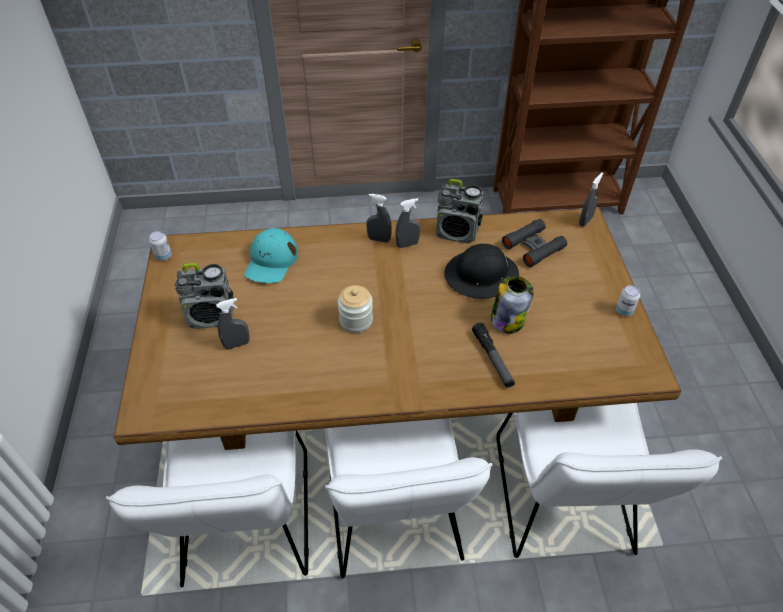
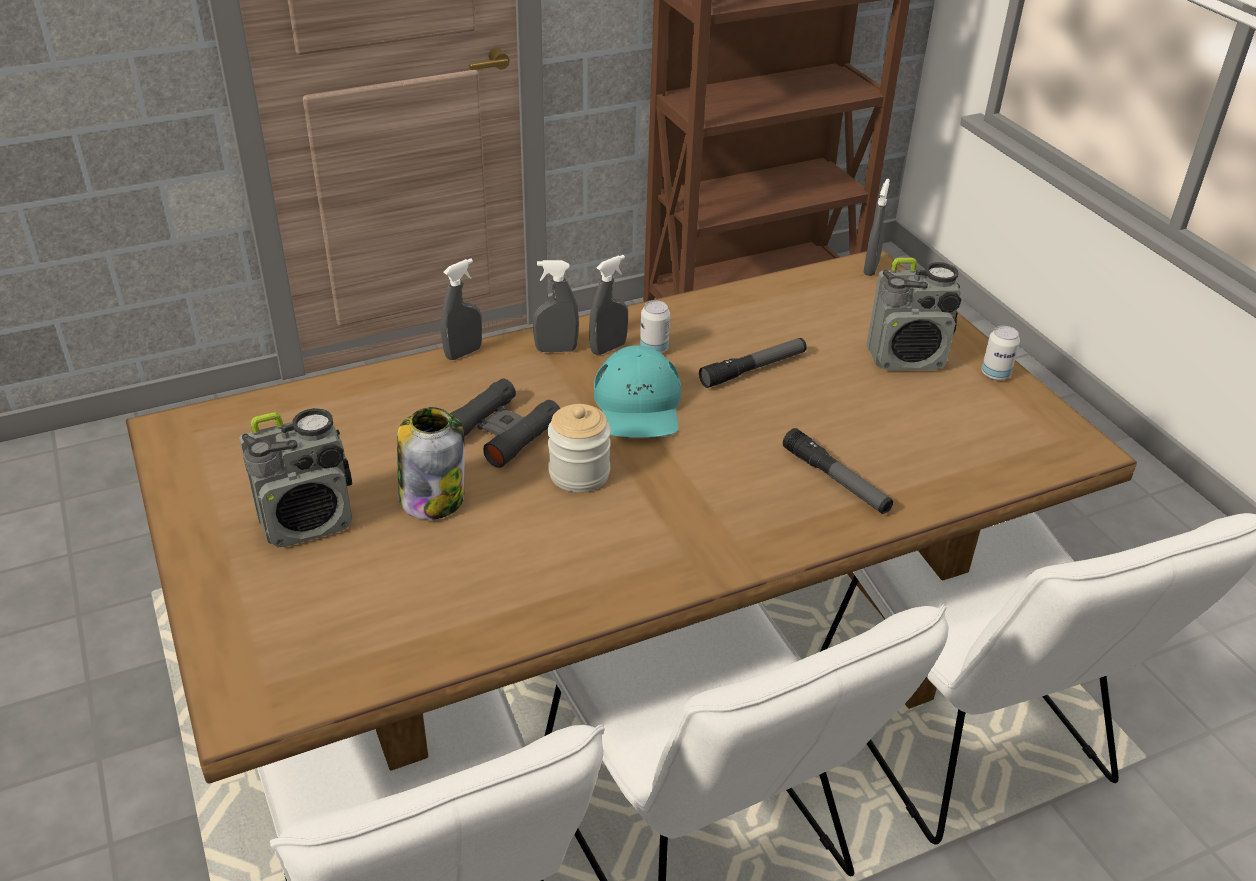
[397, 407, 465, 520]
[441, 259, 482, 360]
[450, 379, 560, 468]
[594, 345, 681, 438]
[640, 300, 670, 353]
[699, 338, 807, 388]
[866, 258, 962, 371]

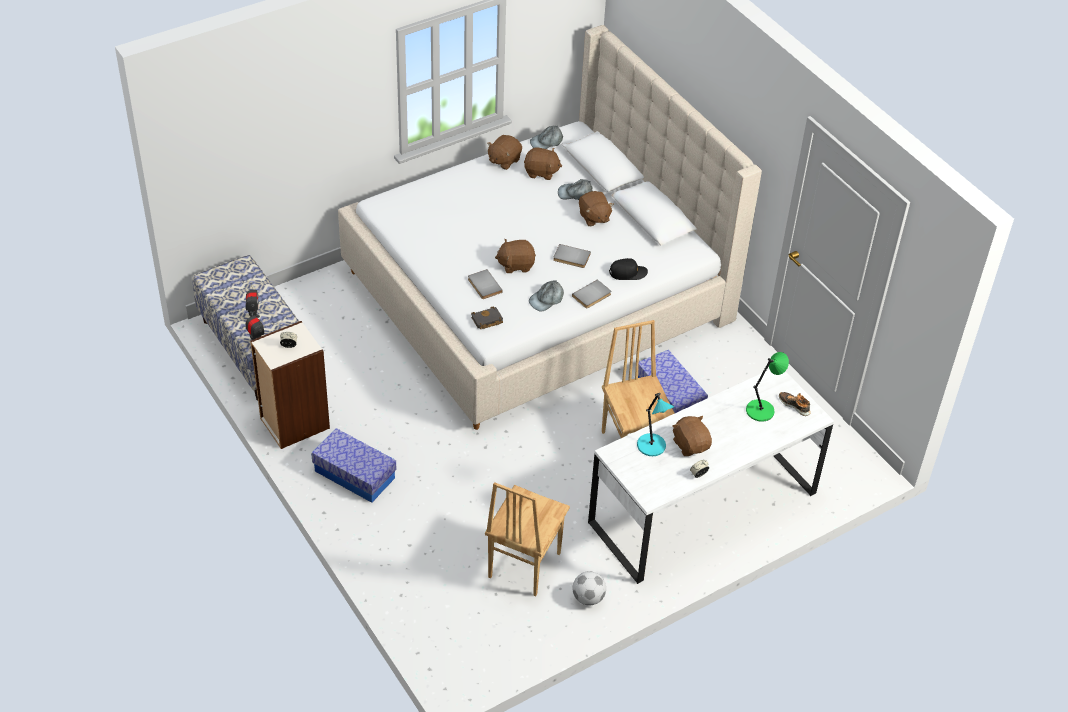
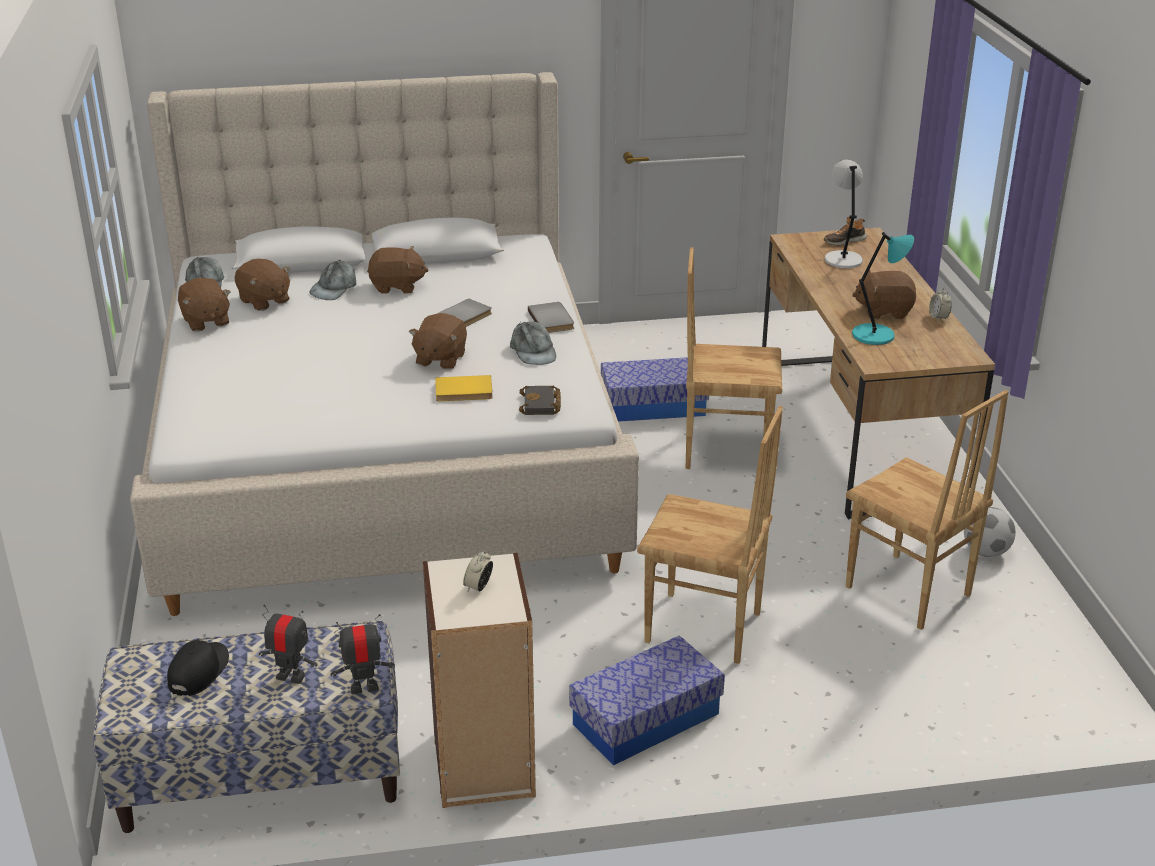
[167, 640, 229, 696]
[235, 259, 290, 311]
[435, 375, 493, 401]
[637, 406, 783, 664]
[762, 228, 995, 520]
[825, 160, 863, 268]

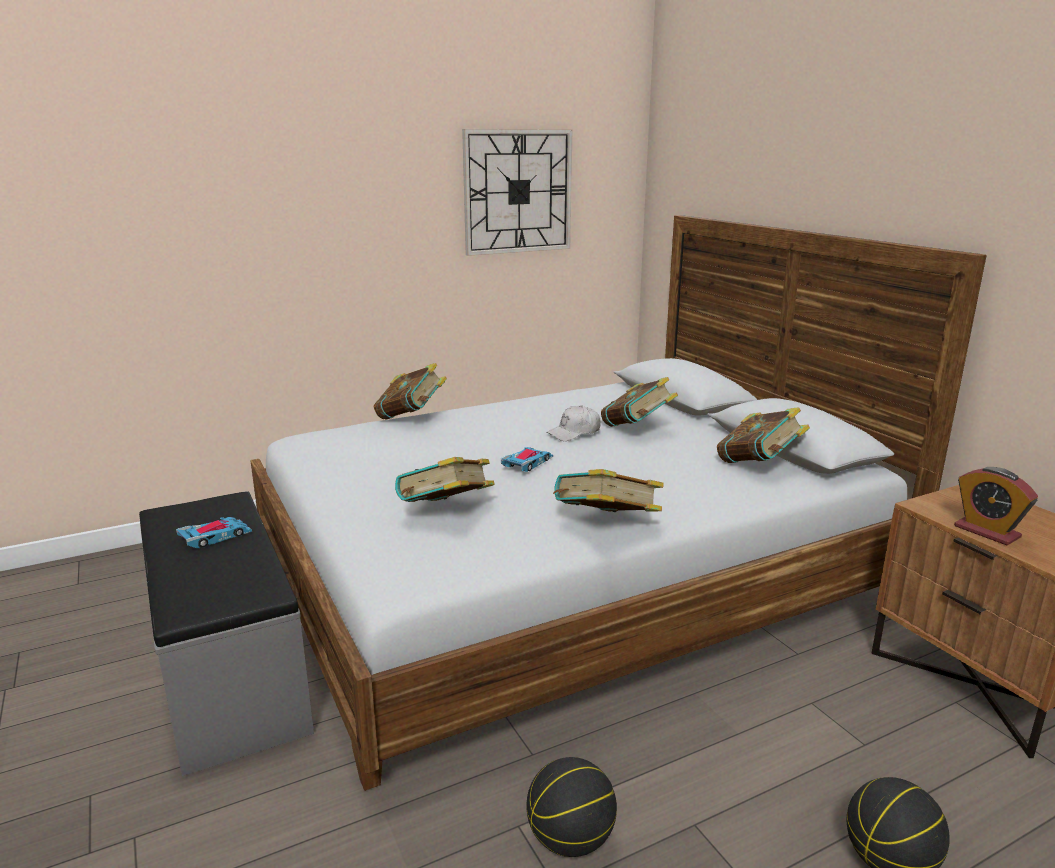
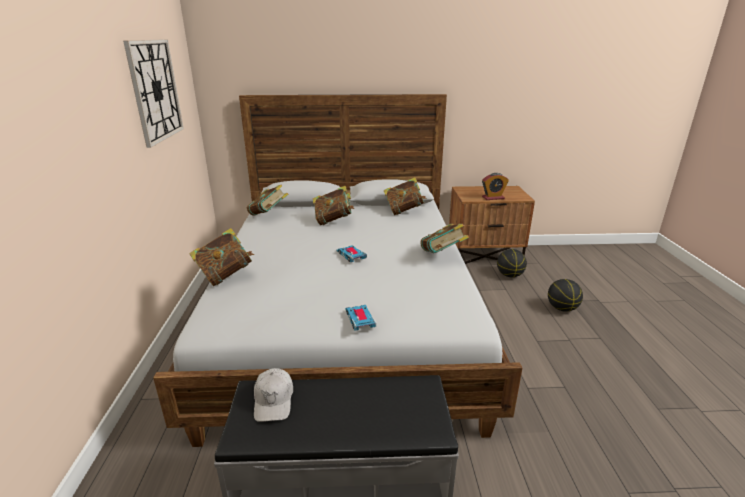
[247, 185, 288, 216]
[254, 368, 293, 422]
[345, 305, 376, 330]
[497, 249, 527, 277]

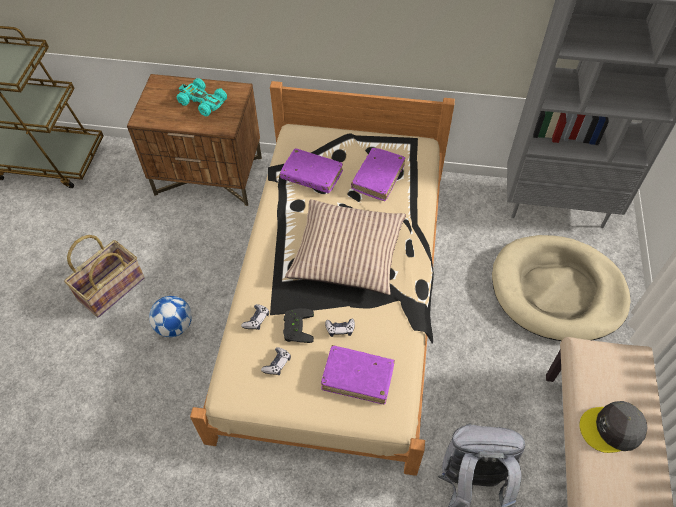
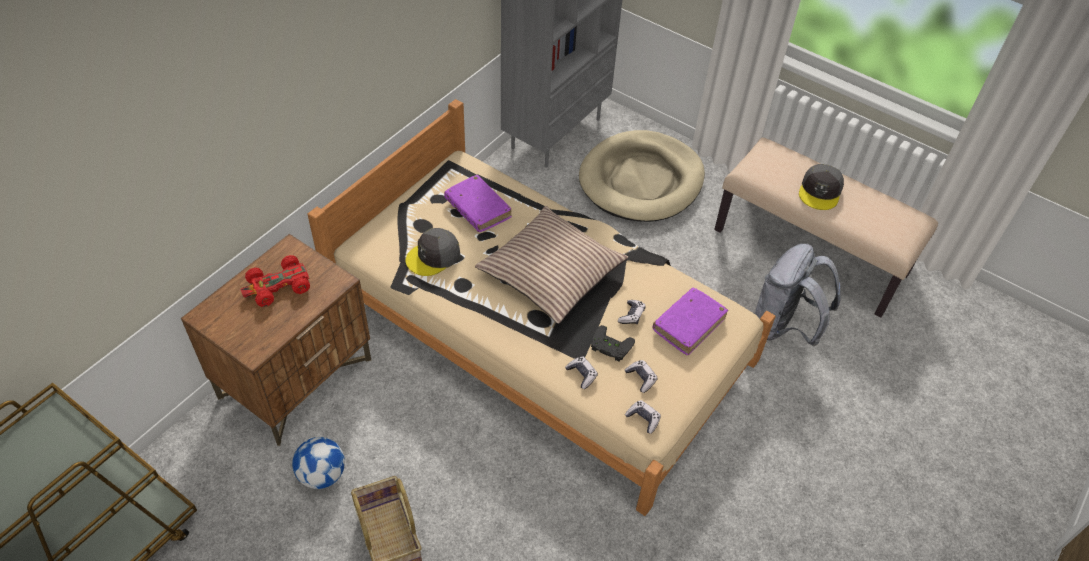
[241, 255, 310, 307]
[292, 437, 345, 489]
[406, 228, 460, 276]
[625, 400, 661, 434]

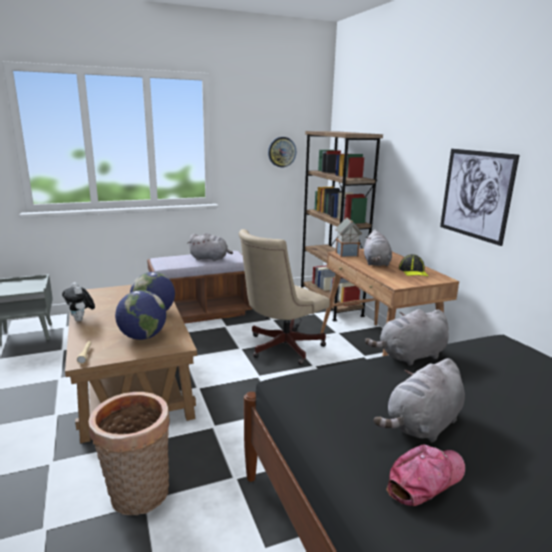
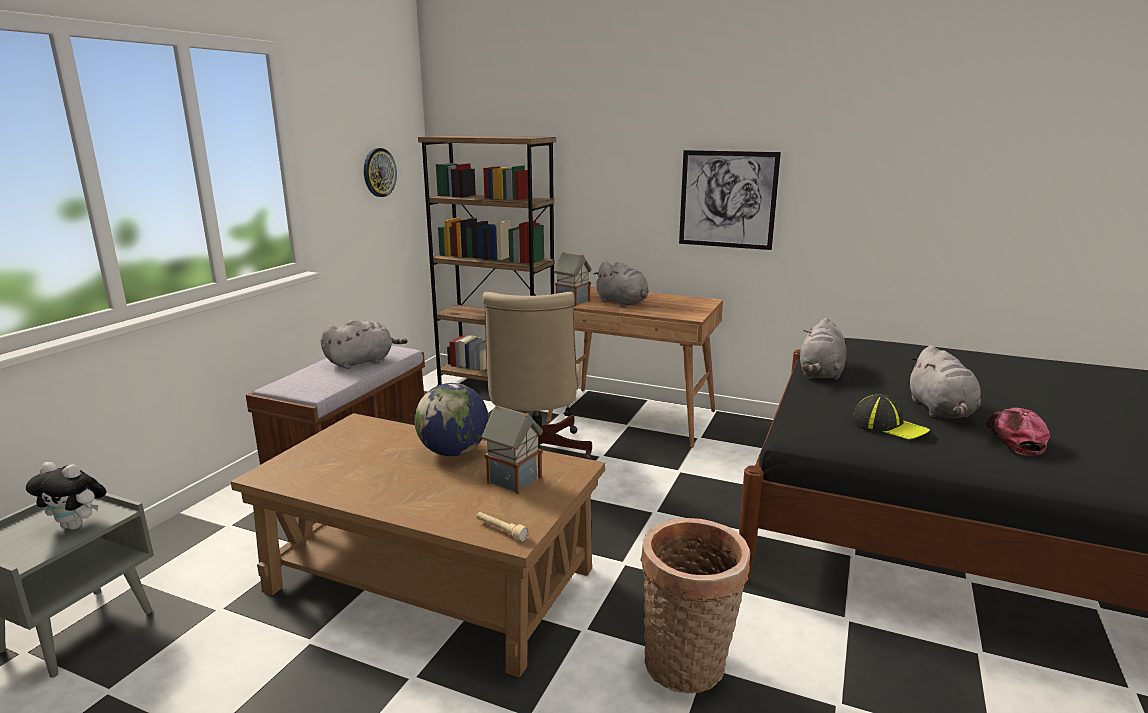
[26, 462, 106, 530]
[482, 404, 543, 494]
[852, 394, 930, 440]

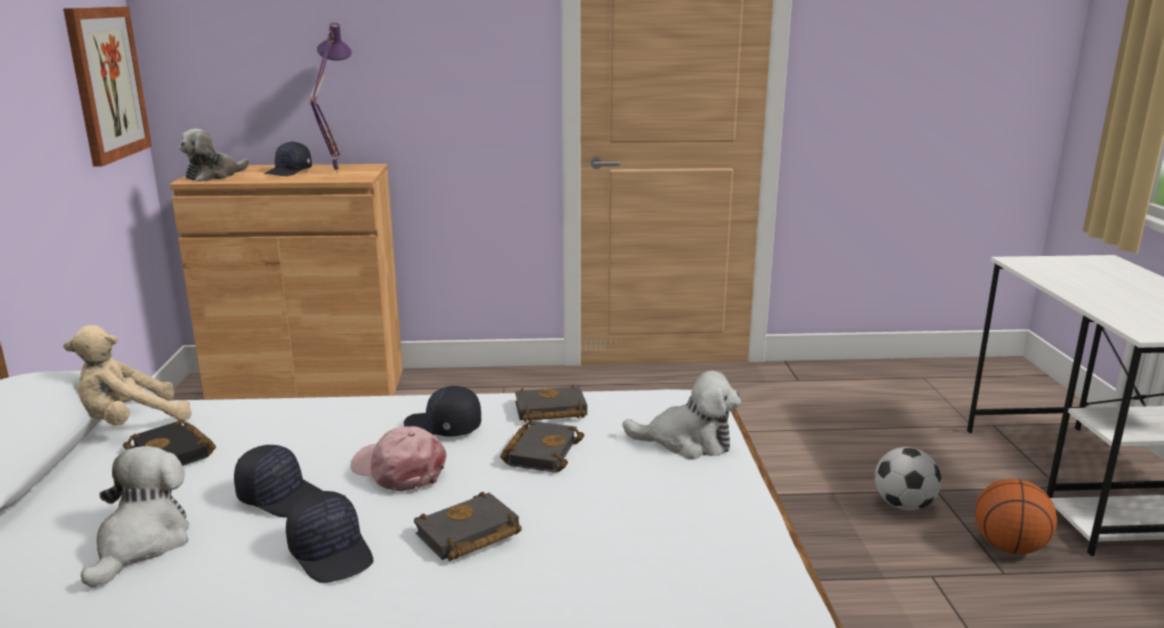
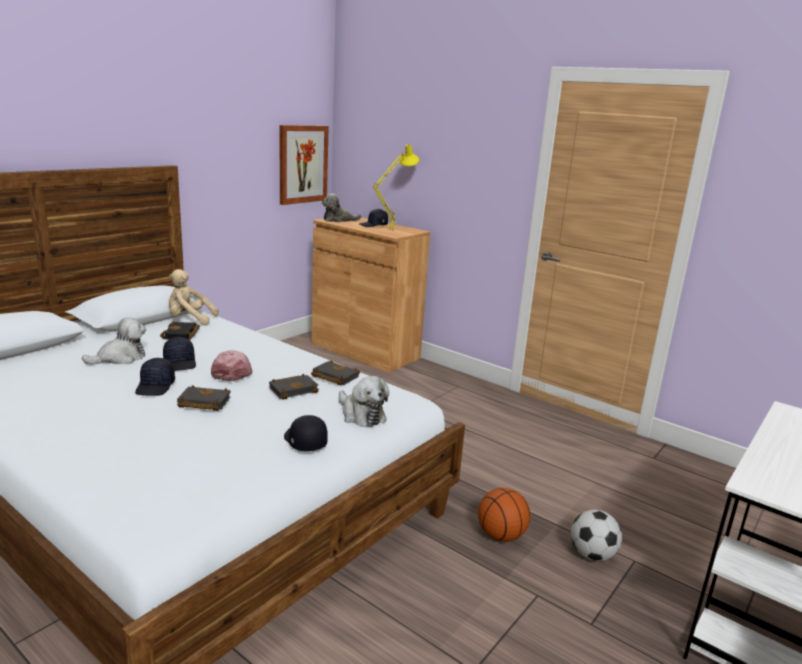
[284, 415, 328, 452]
[373, 144, 419, 231]
[478, 488, 531, 542]

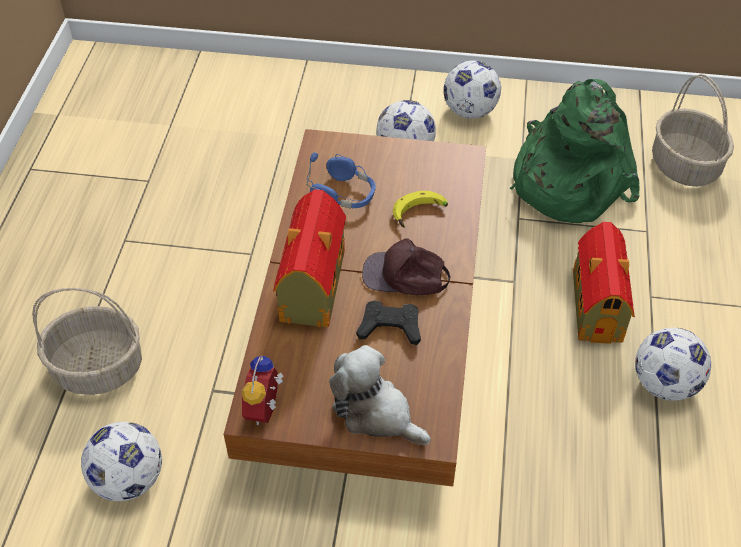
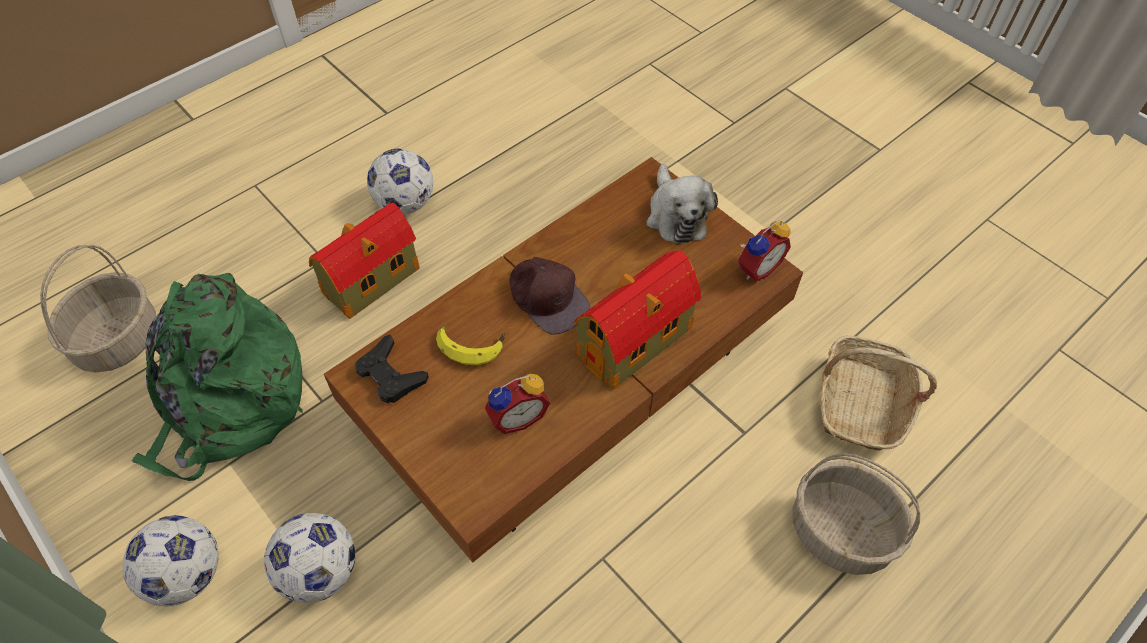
[355, 334, 429, 403]
[485, 374, 550, 434]
[820, 336, 937, 451]

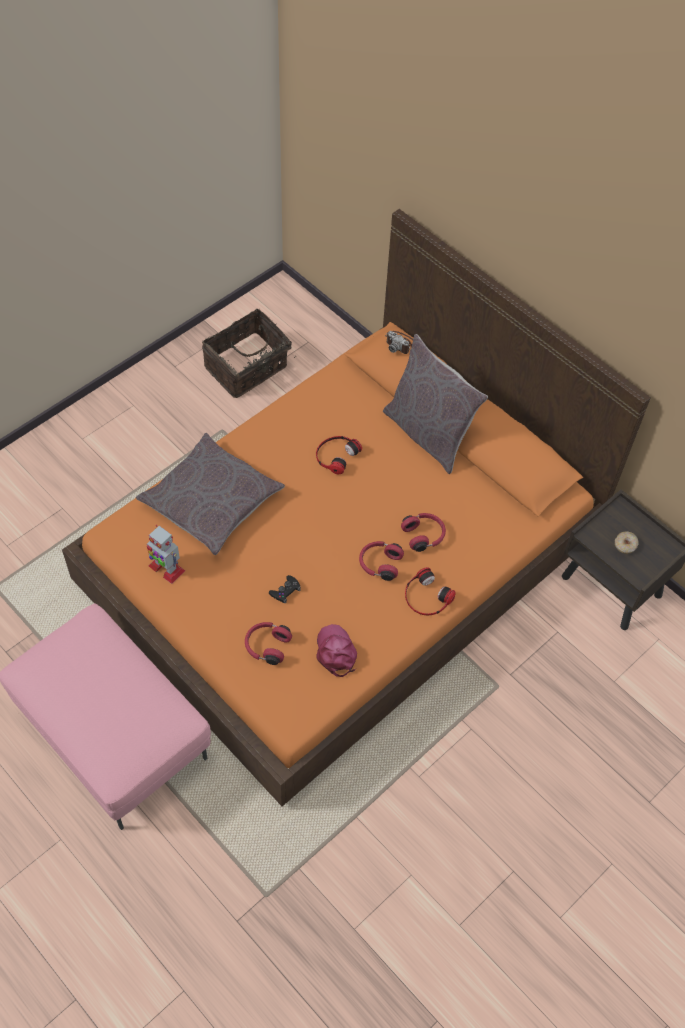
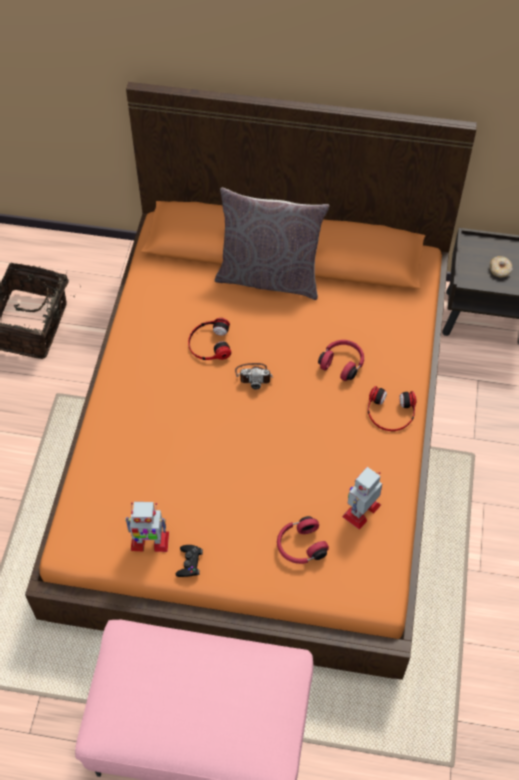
[176, 545, 203, 577]
[235, 363, 273, 389]
[342, 467, 382, 529]
[136, 433, 285, 555] (first image)
[359, 541, 404, 581] (first image)

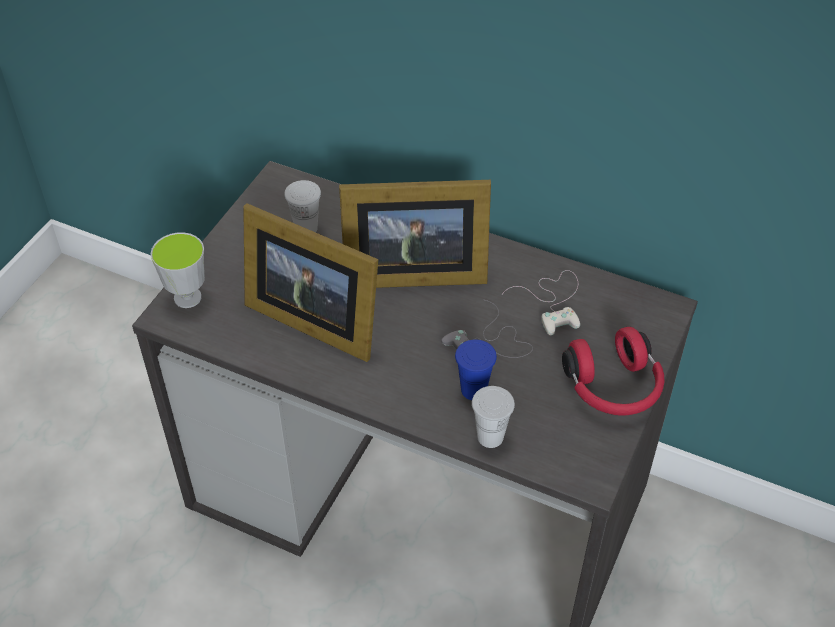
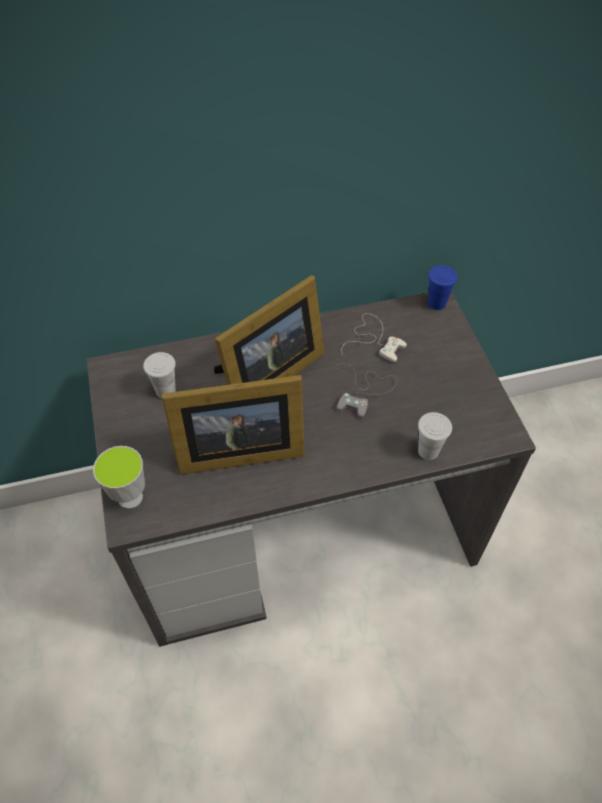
[428, 265, 458, 310]
[562, 327, 664, 416] (first image)

